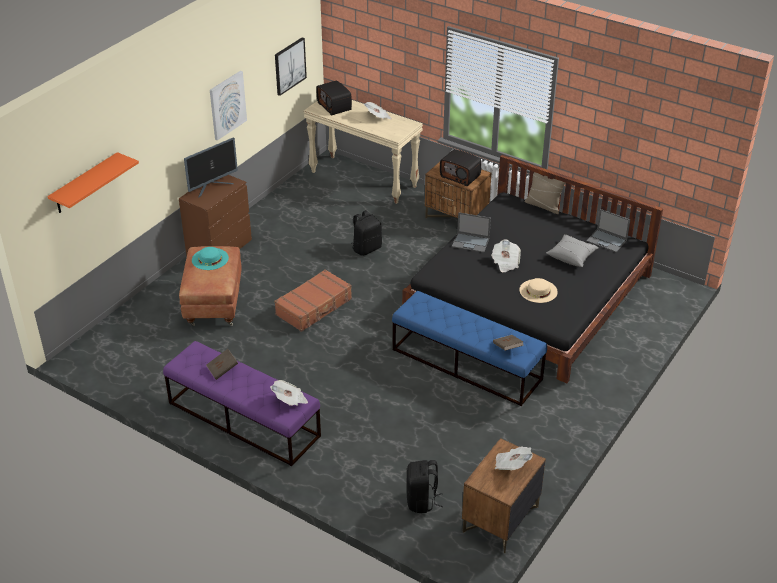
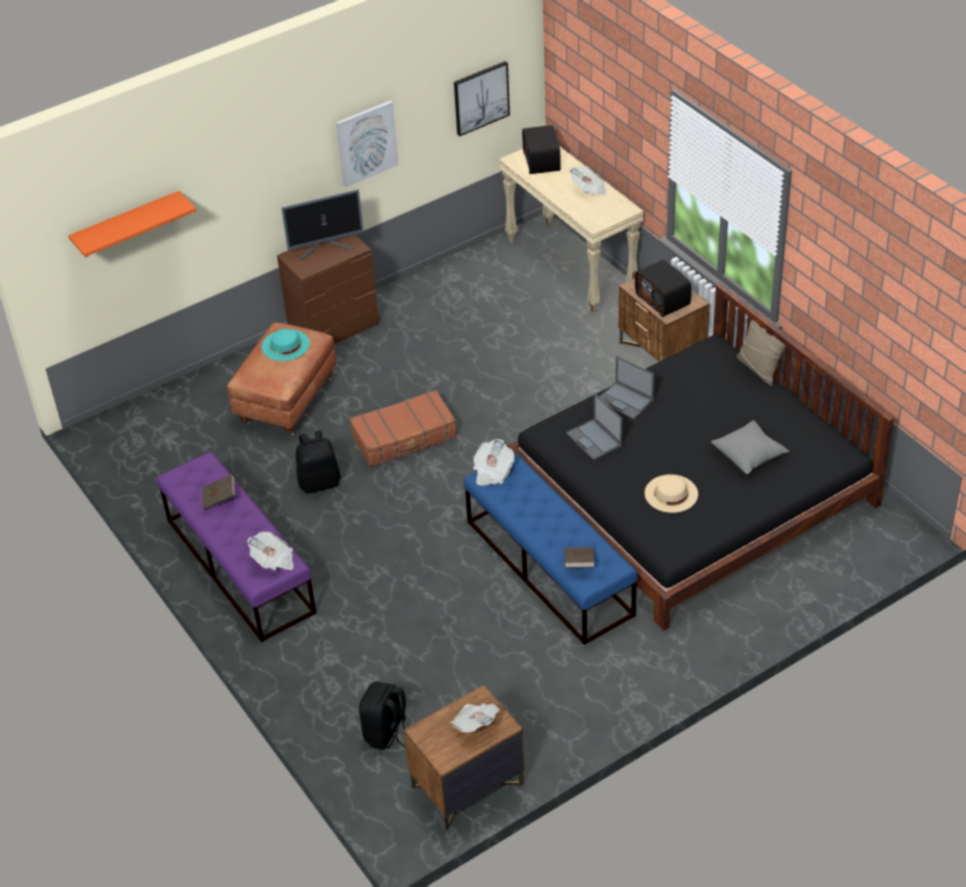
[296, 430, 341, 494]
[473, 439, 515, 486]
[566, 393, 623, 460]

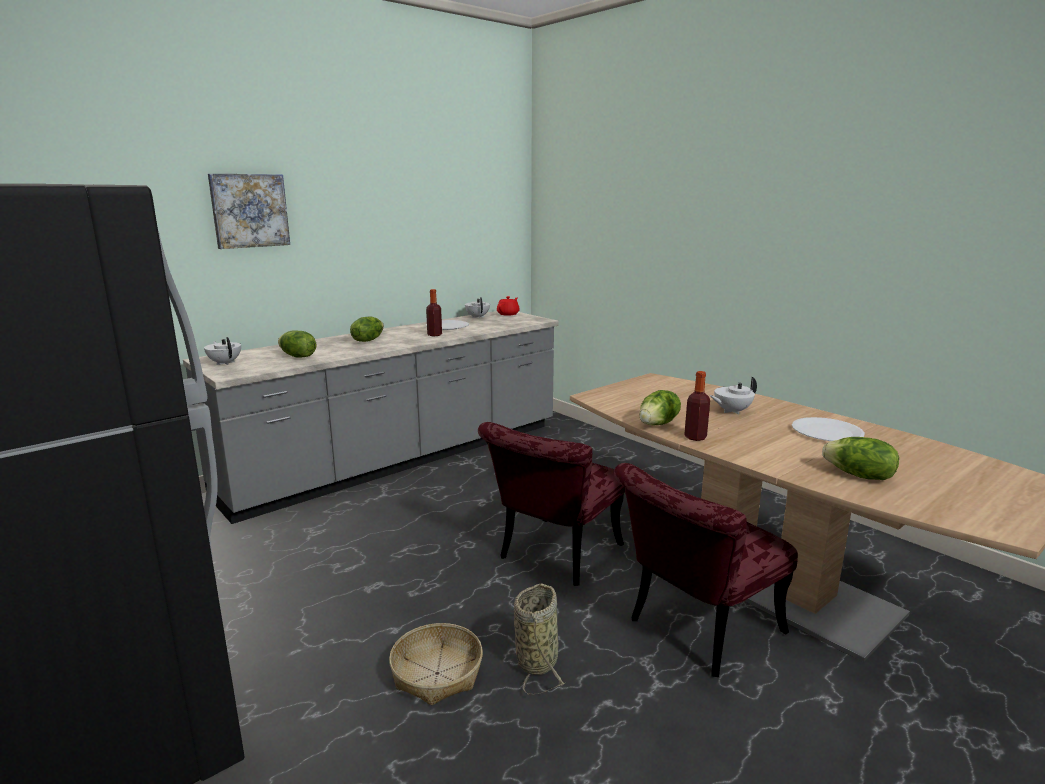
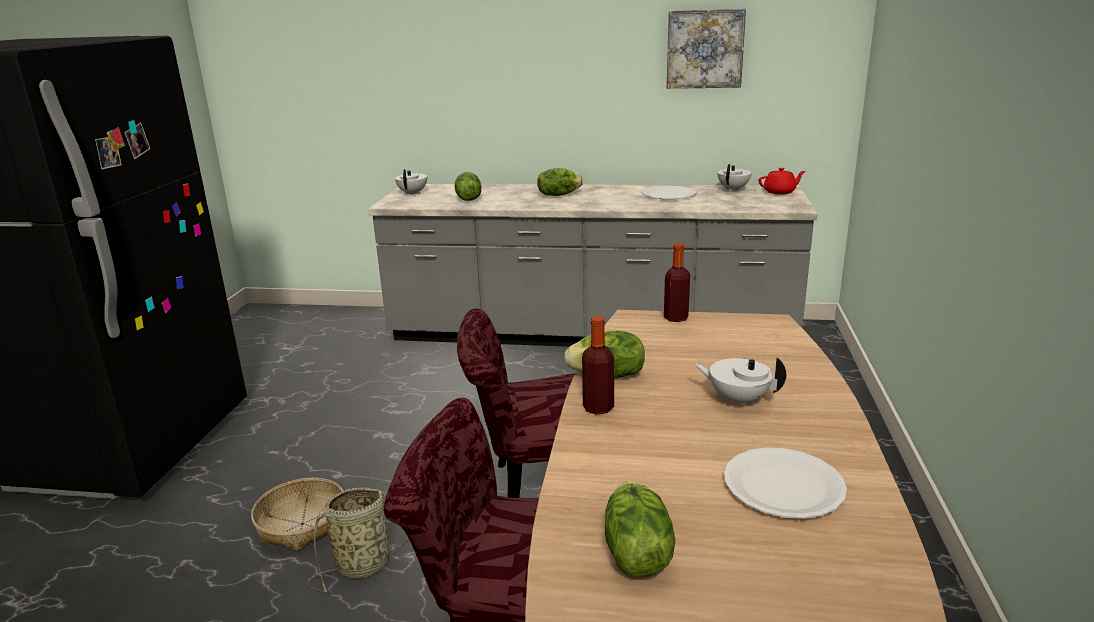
[664, 243, 690, 322]
[667, 9, 746, 89]

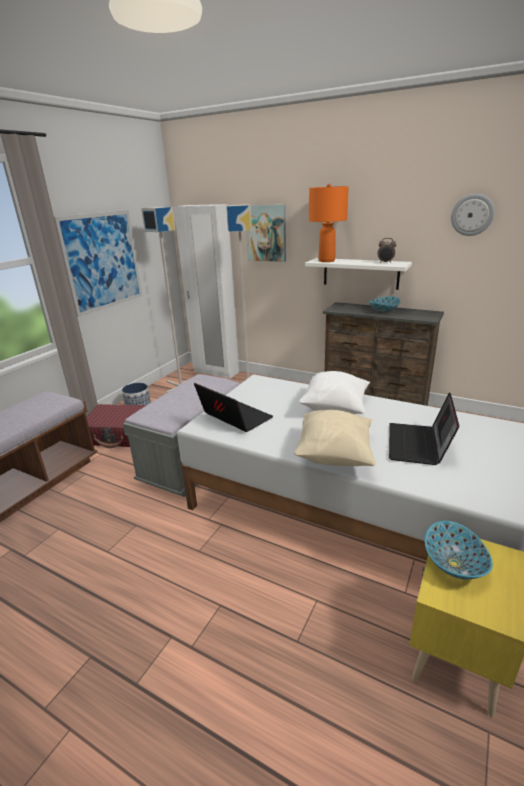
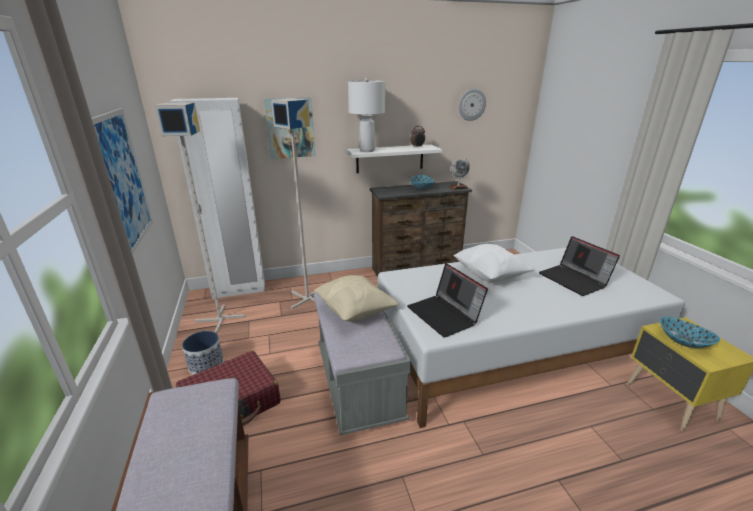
[314, 275, 399, 322]
[348, 78, 385, 152]
[407, 263, 488, 338]
[449, 158, 470, 190]

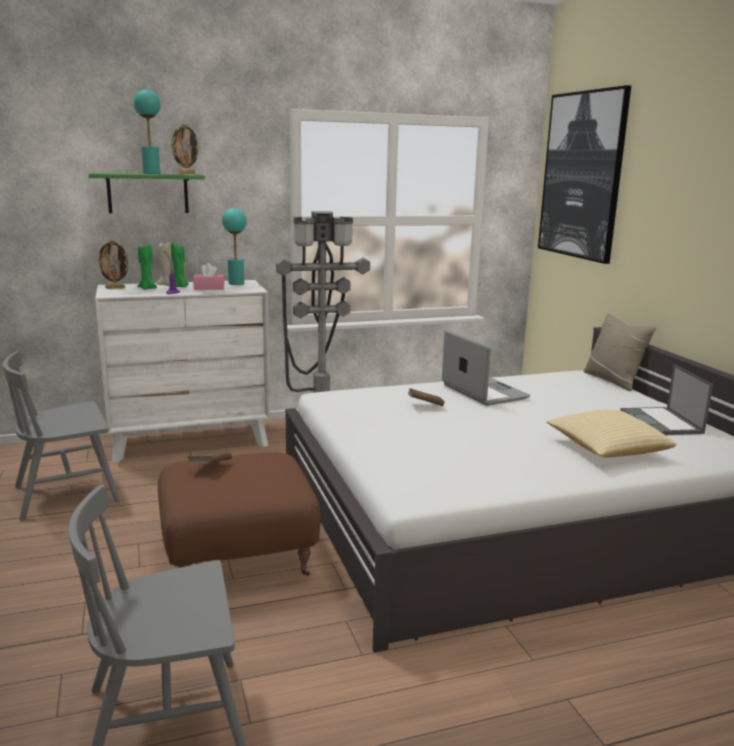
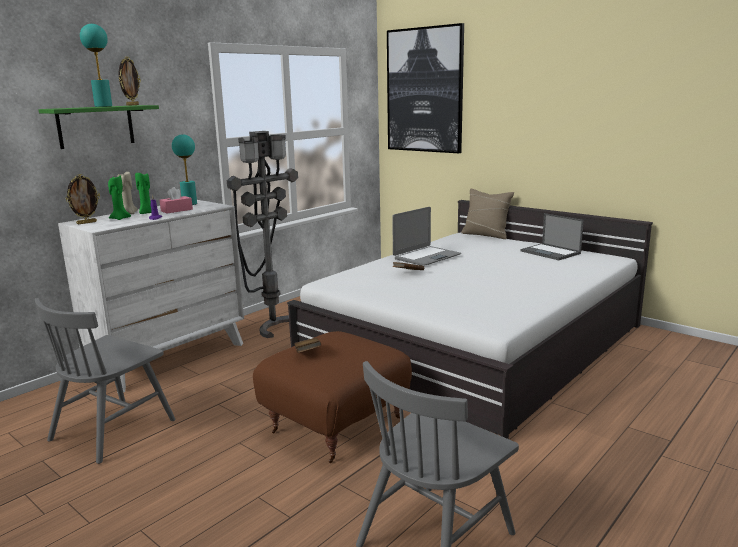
[392, 207, 461, 265]
[547, 409, 676, 457] (first image)

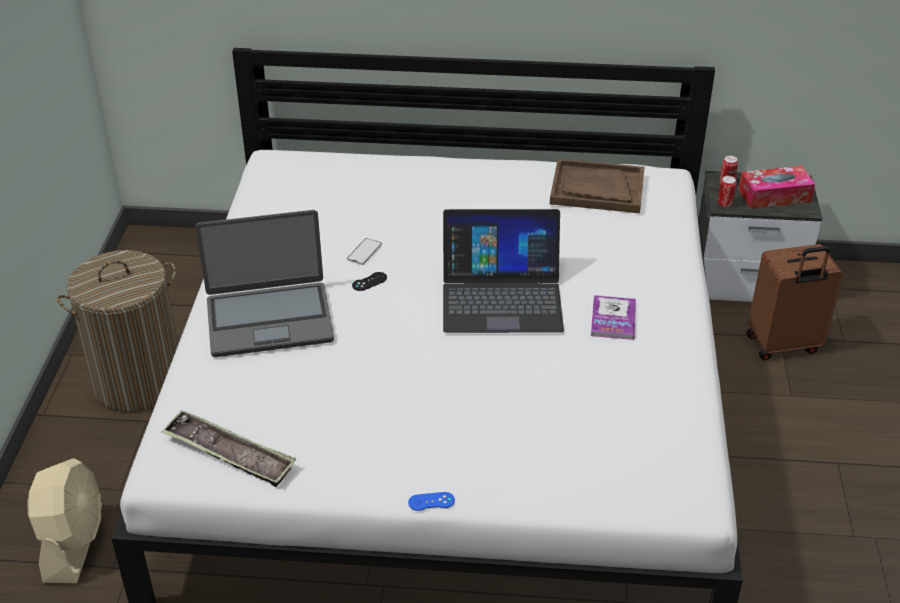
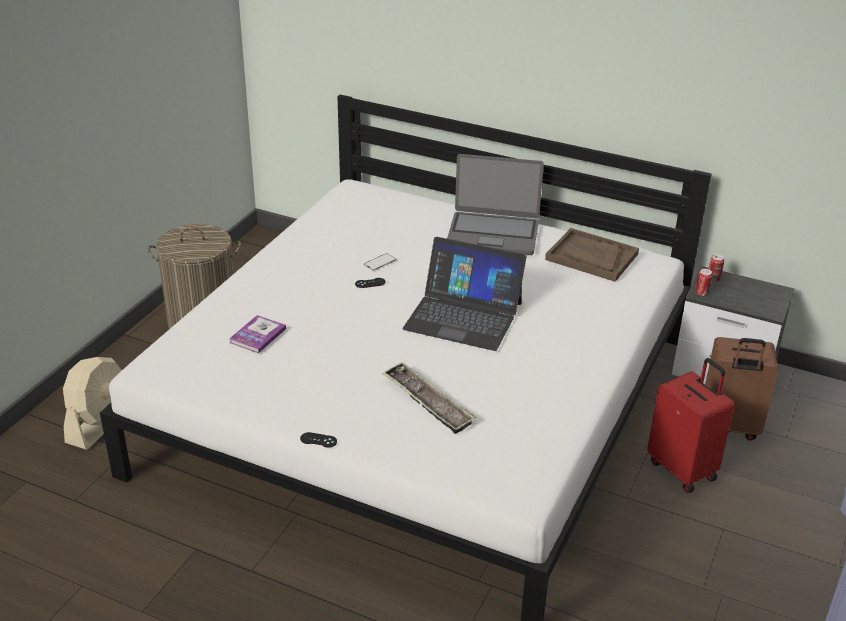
[229, 315, 286, 353]
[300, 432, 337, 448]
[382, 362, 476, 434]
[447, 154, 544, 255]
[647, 358, 734, 493]
[738, 166, 815, 209] (first image)

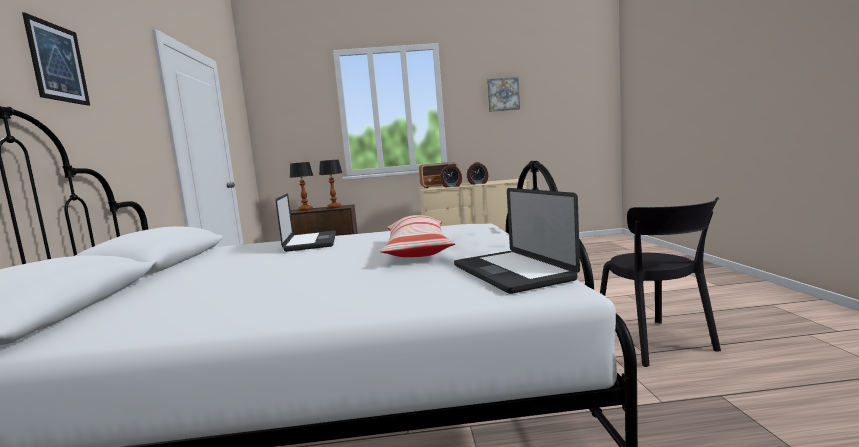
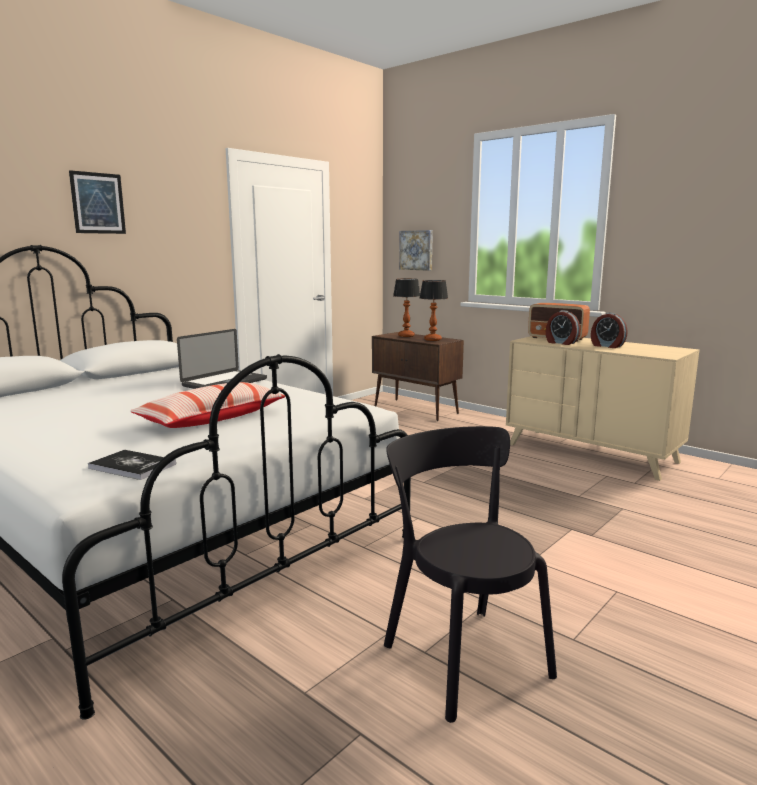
[88, 450, 176, 480]
[384, 426, 557, 723]
[399, 230, 433, 271]

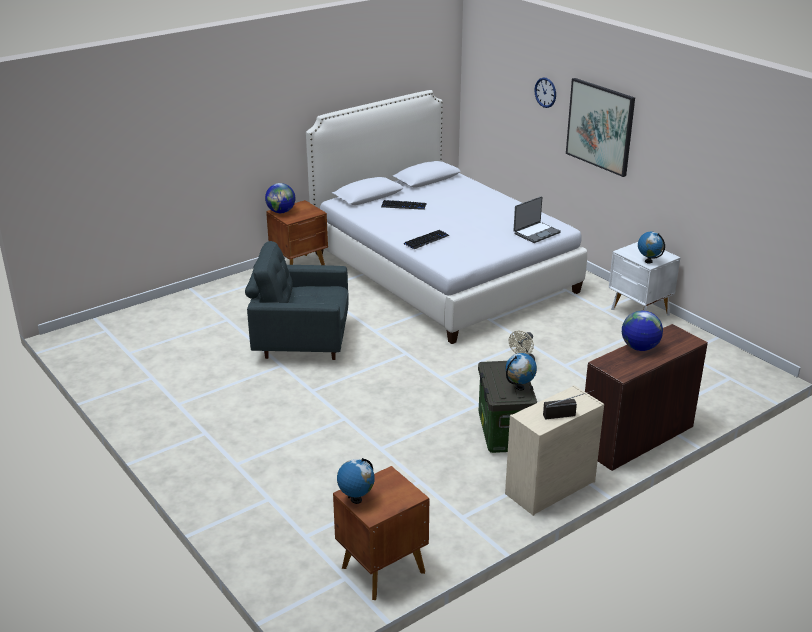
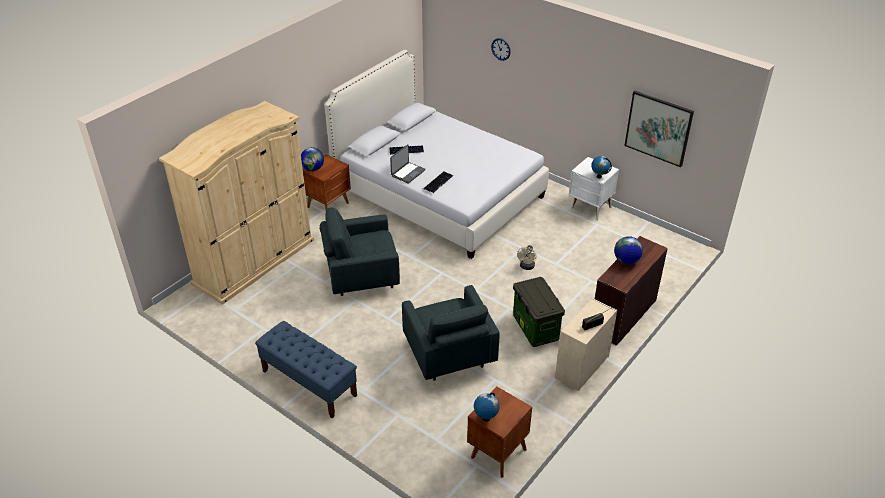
[159, 101, 314, 305]
[255, 321, 357, 418]
[390, 144, 426, 184]
[402, 285, 500, 381]
[624, 91, 694, 167]
[506, 353, 537, 391] (first image)

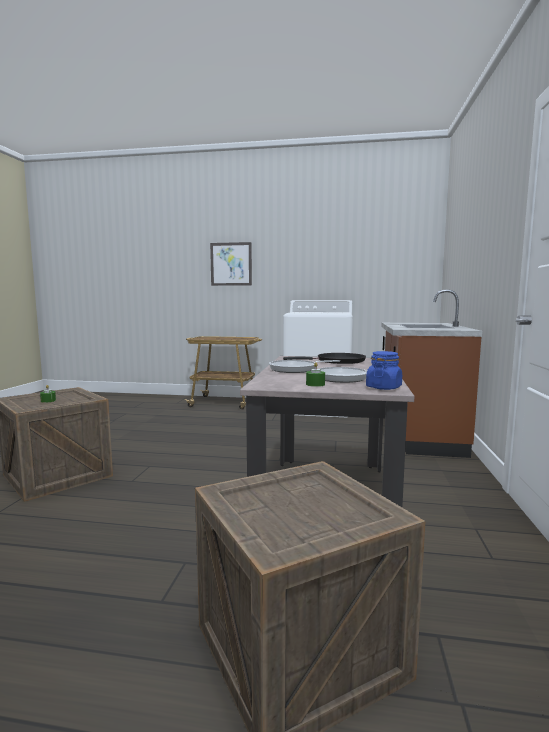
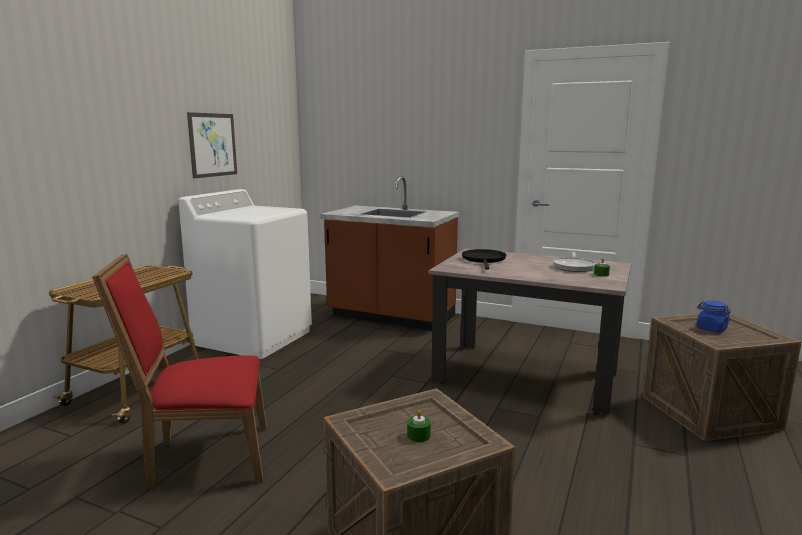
[92, 253, 266, 490]
[187, 112, 237, 178]
[697, 300, 731, 332]
[269, 360, 340, 373] (first image)

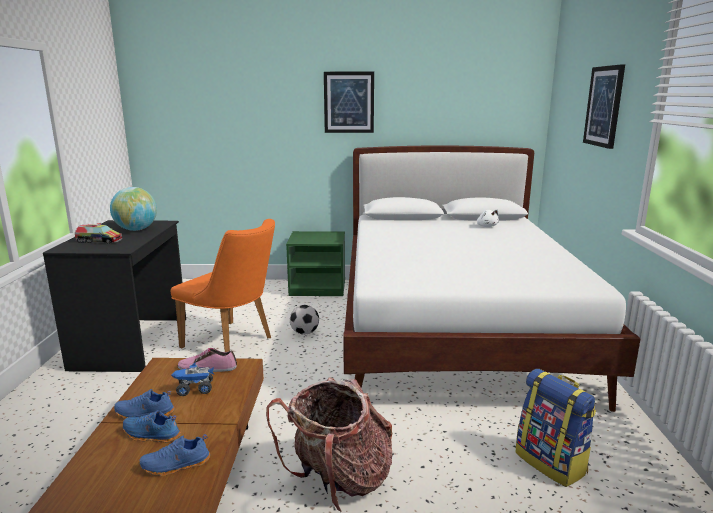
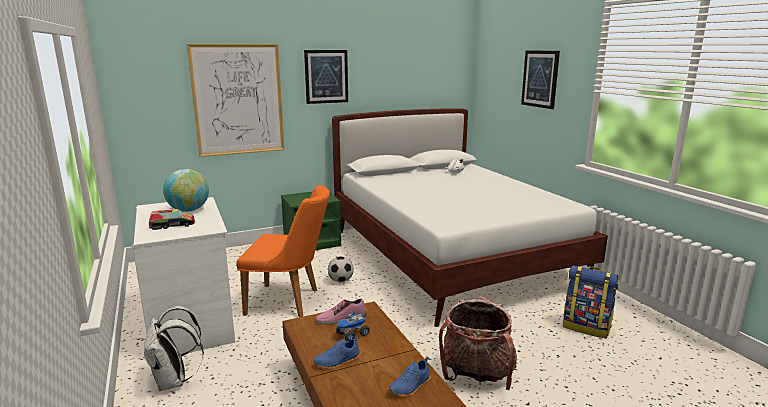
[132, 197, 235, 355]
[144, 306, 204, 391]
[187, 44, 285, 157]
[123, 410, 181, 443] (first image)

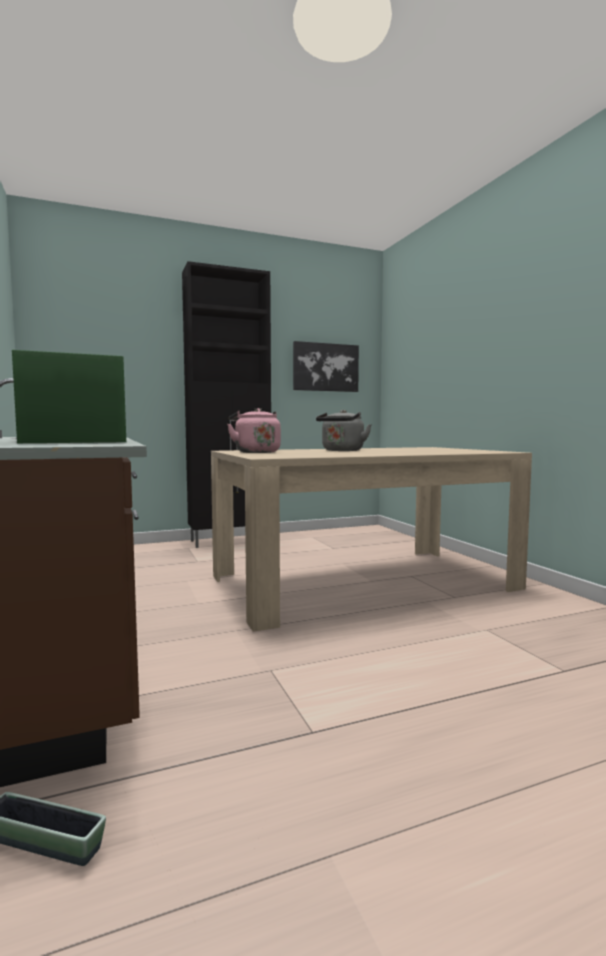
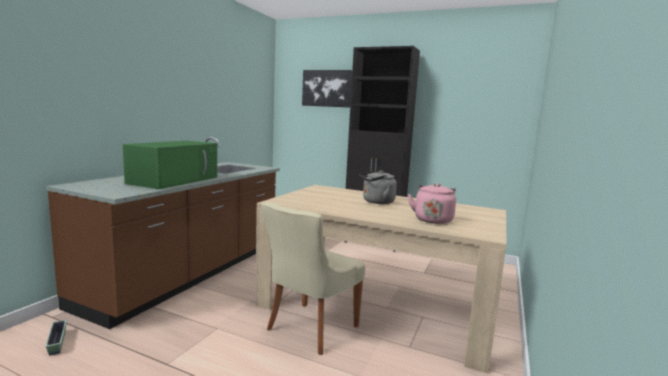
[261, 202, 365, 355]
[302, 70, 352, 108]
[408, 183, 456, 224]

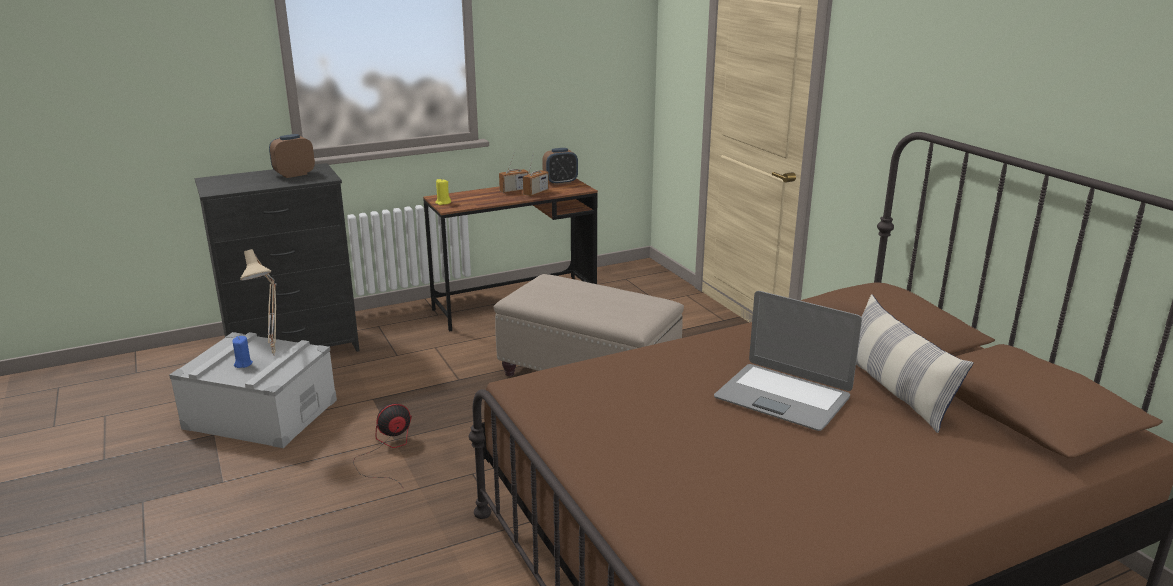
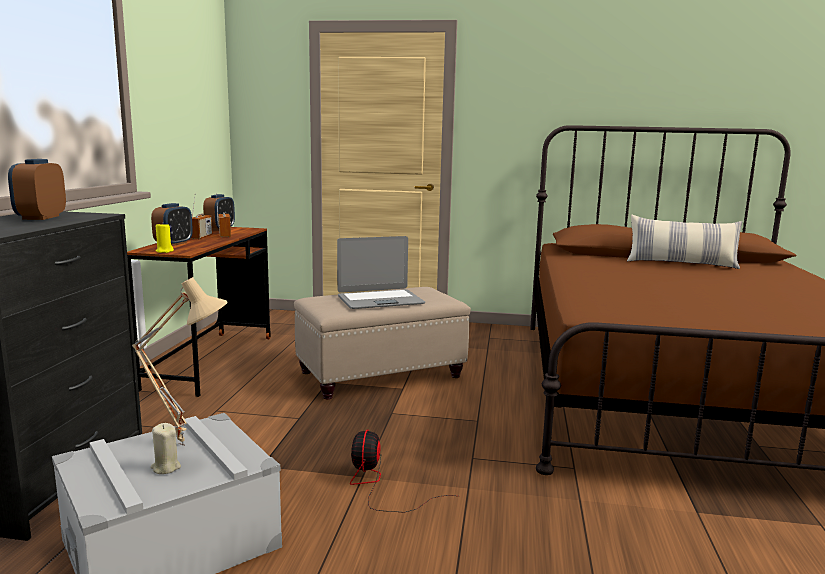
[150, 423, 181, 474]
[151, 203, 193, 246]
[337, 236, 425, 309]

